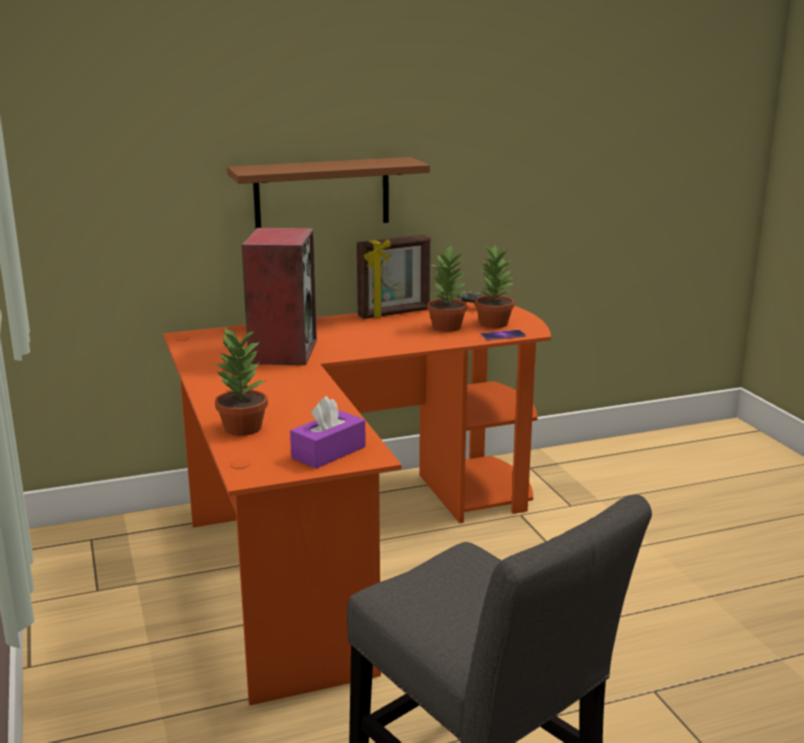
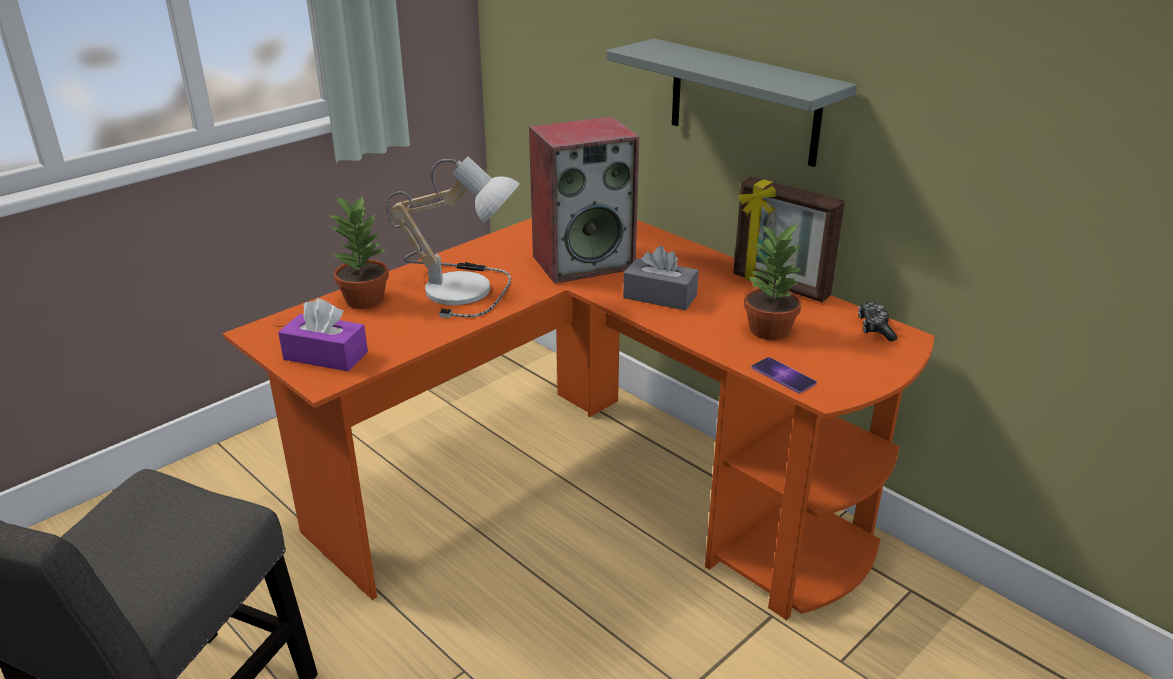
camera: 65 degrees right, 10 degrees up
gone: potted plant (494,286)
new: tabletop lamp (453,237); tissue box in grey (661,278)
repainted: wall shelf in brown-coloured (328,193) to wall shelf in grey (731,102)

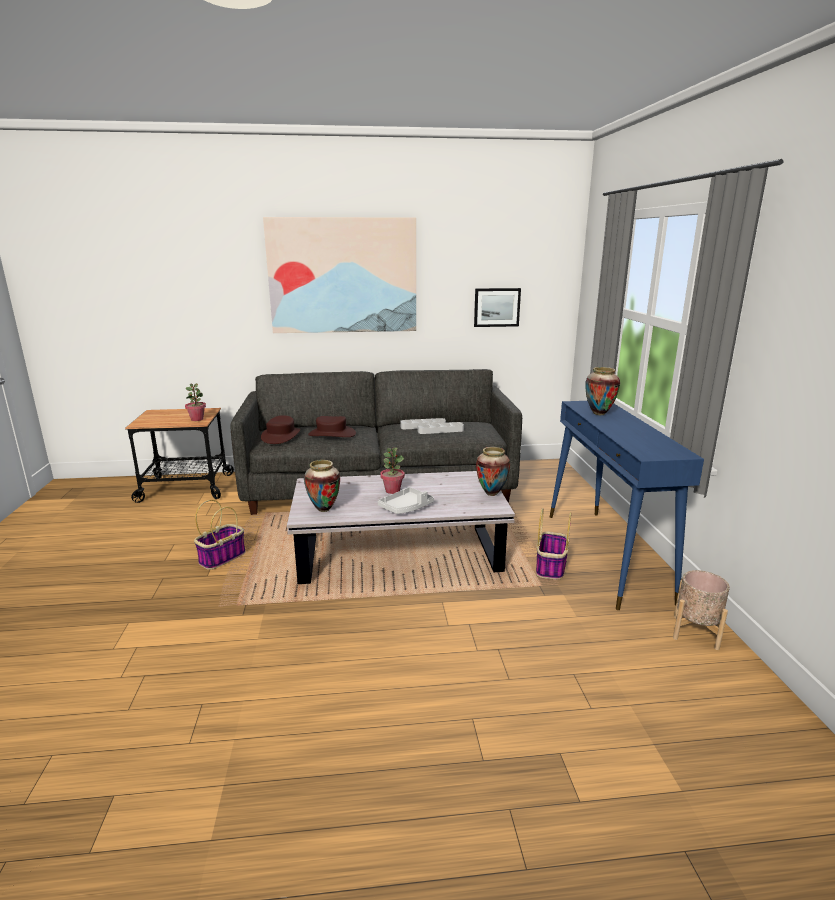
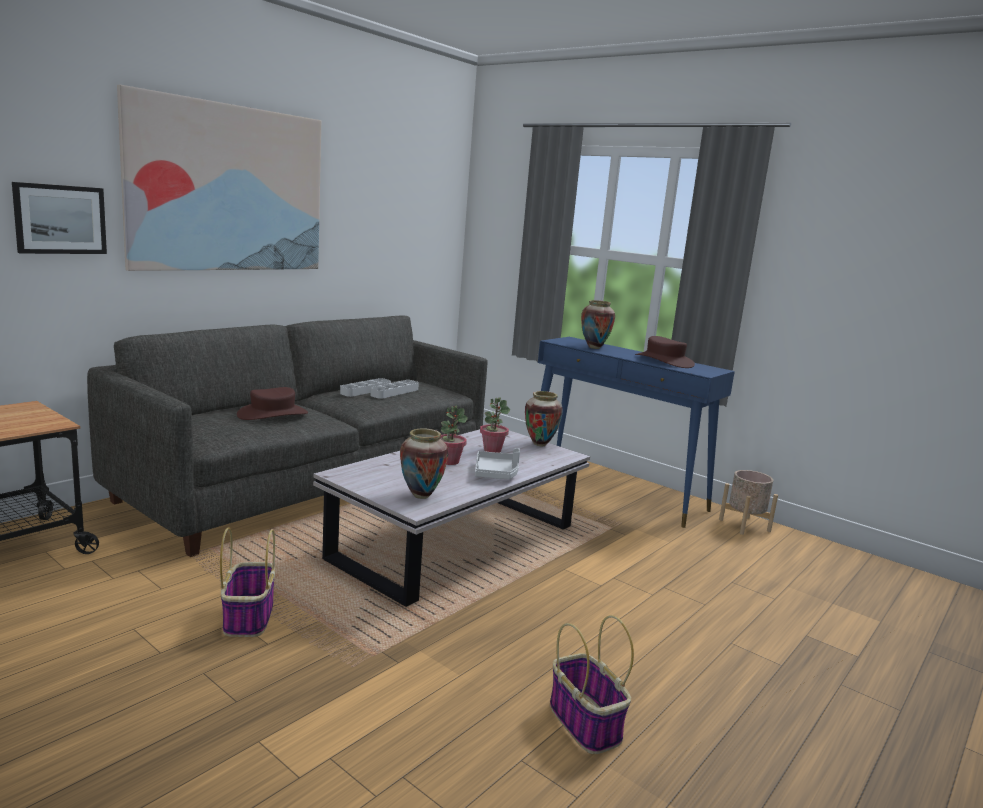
camera: 45 degrees left, 5 degrees down
shifted: wall picture (497,307) to (59,218); potted plant (195,402) to (495,425); clothing hat in brown-coloured (280,429) to (665,352); basket (553,544) to (592,684)

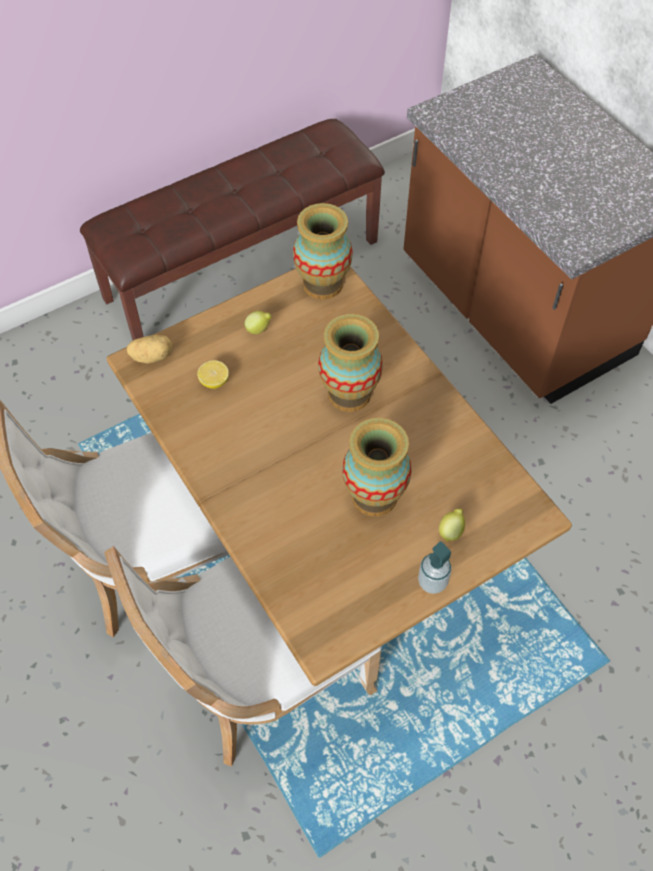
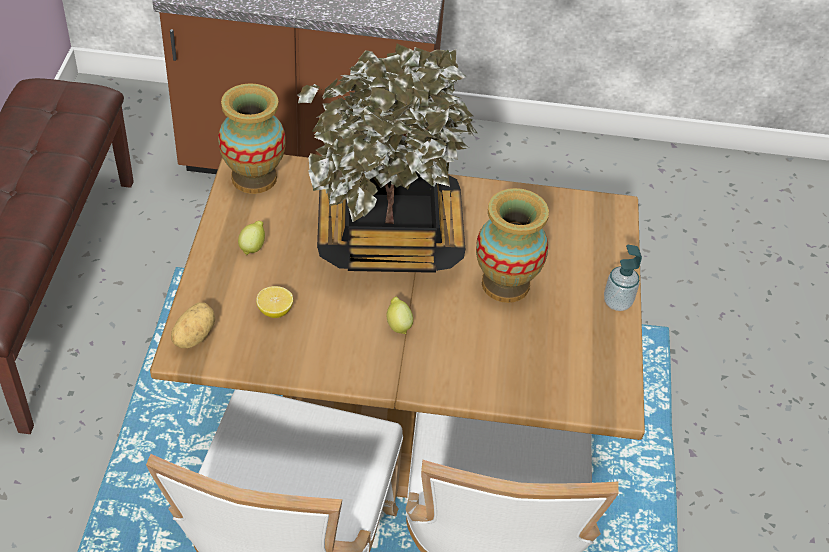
camera: 55 degrees left, 10 degrees down
shifted: citrus fruit (452,525) to (399,315)
swapped: vase (350,363) to potted plant (387,158)

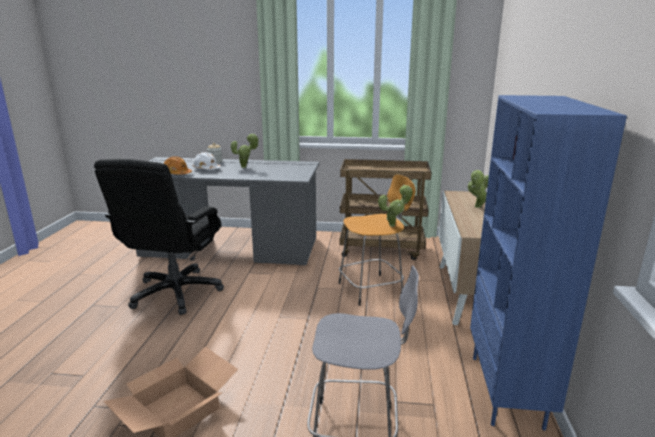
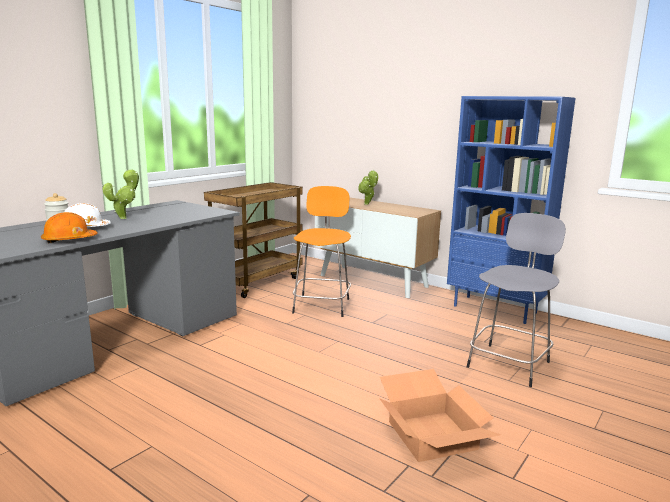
camera: 60 degrees left, 5 degrees down
gone: office chair in blackish (159,237); potted plant (395,205)

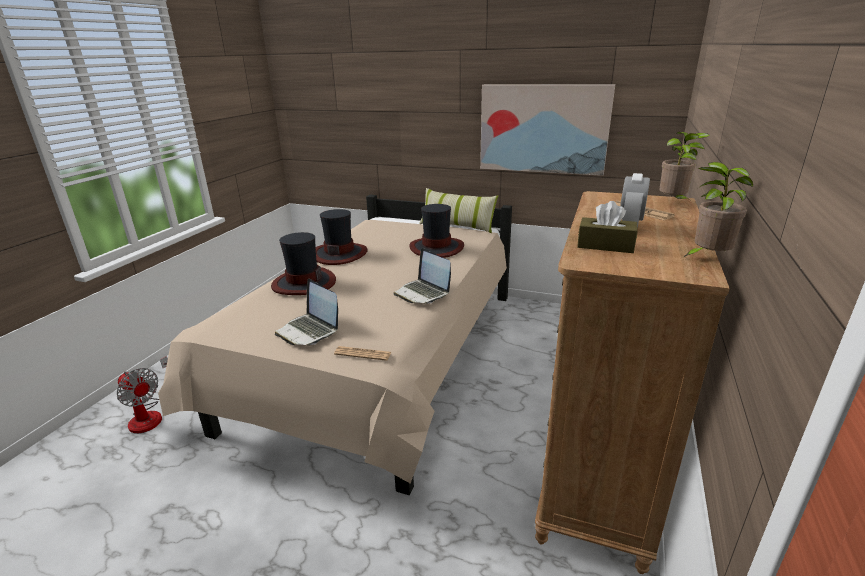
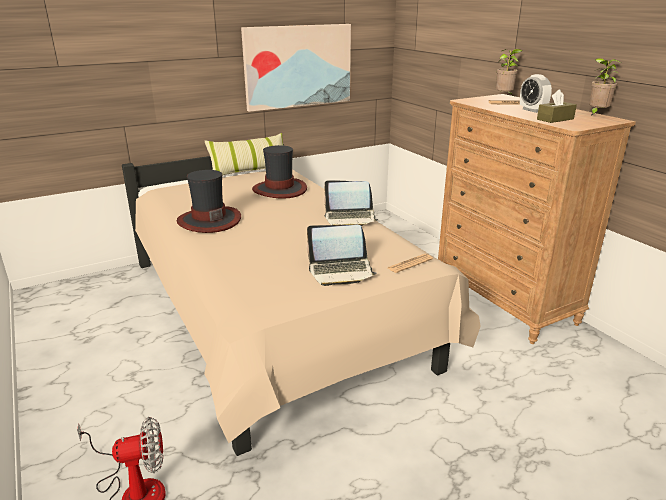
camera: 50 degrees left, 0 degrees up
gone: clothing hat (303,263)

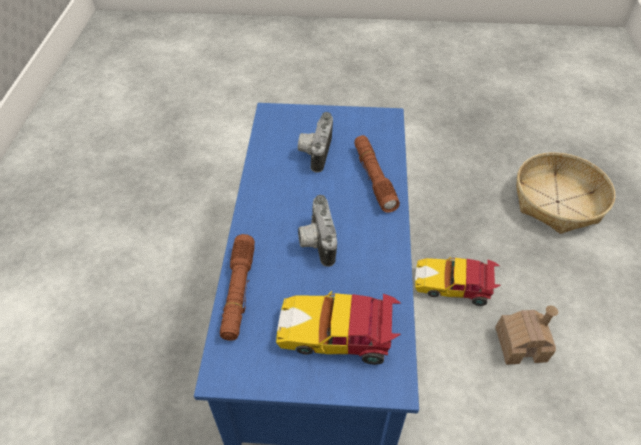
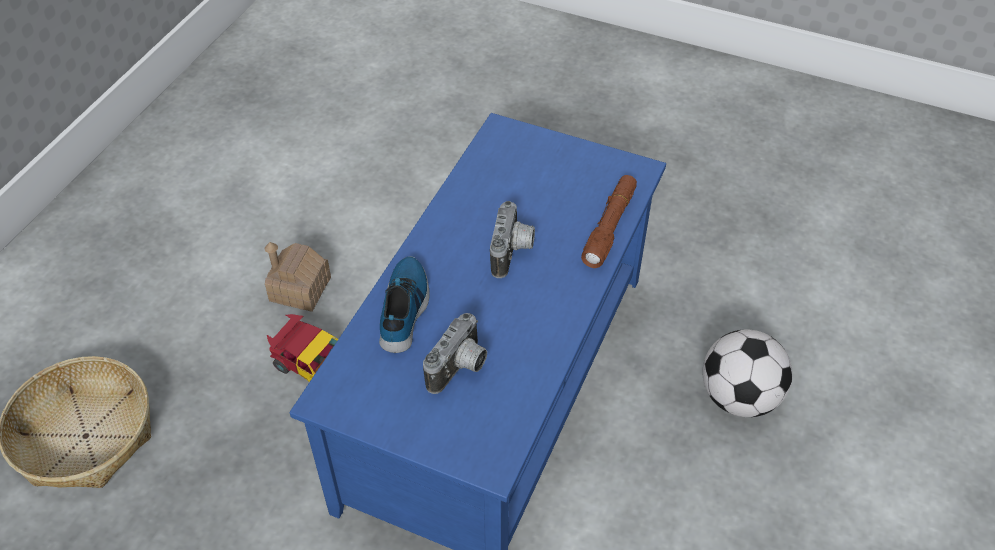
camera: 160 degrees left, 0 degrees up
gone: miniature car (339,328)
new: ball for football (748,373)
swapped: flashlight in brown-coloured (377,174) to low shoe (404,304)

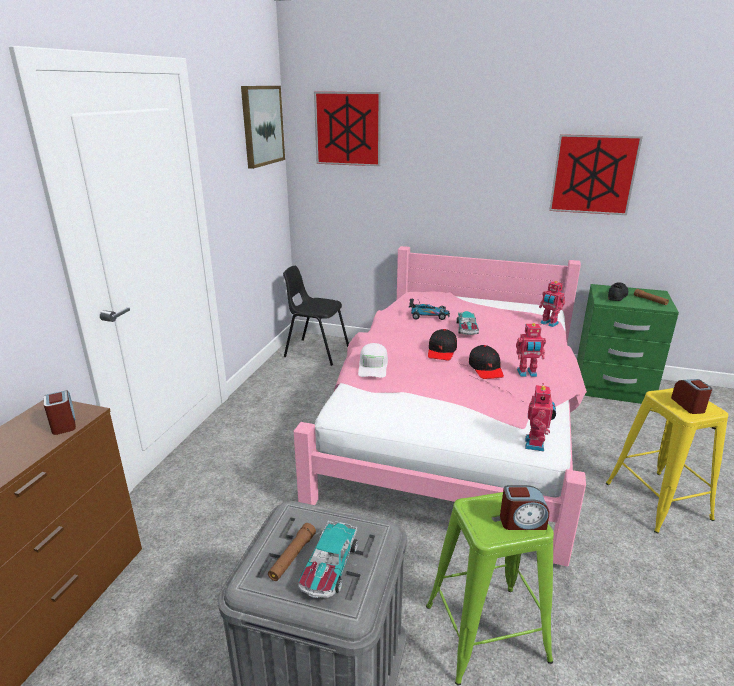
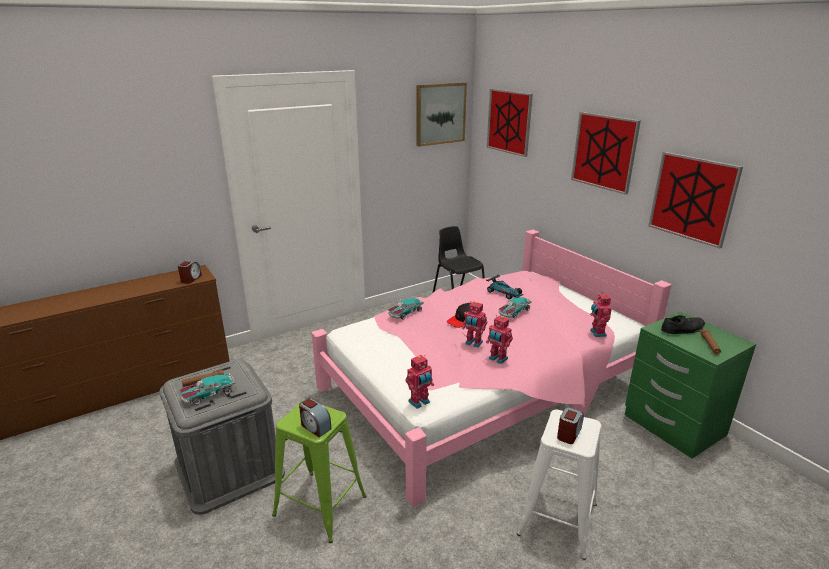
camera: 40 degrees right, 0 degrees up
new: wall picture (606,153)
swapped: peaked cap in whitish (373,360) to miniature car (406,308); peaked cap in blackish (486,362) to toy robot (474,325)
repainted: sitting stool in yellow (667,461) to sitting stool in whitish (559,485)

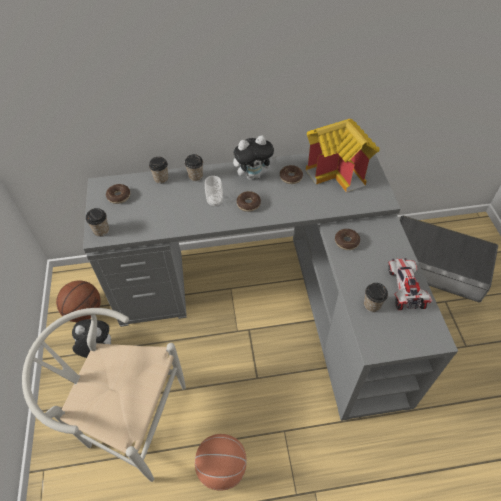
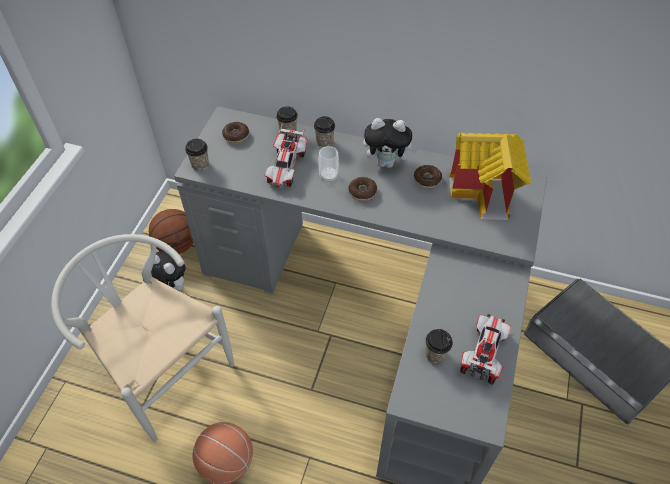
camera: 25 degrees right, 0 degrees up
gone: doughnut (347,239)
new: miniature car (286,155)

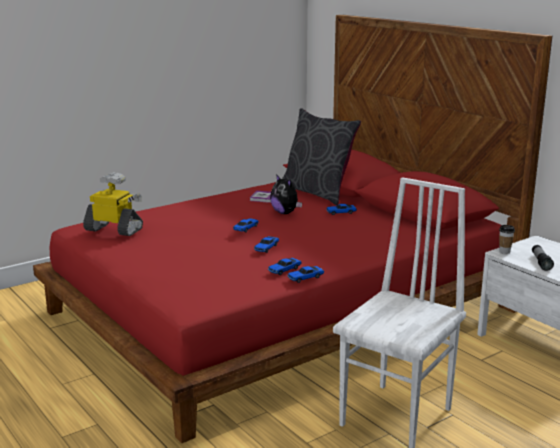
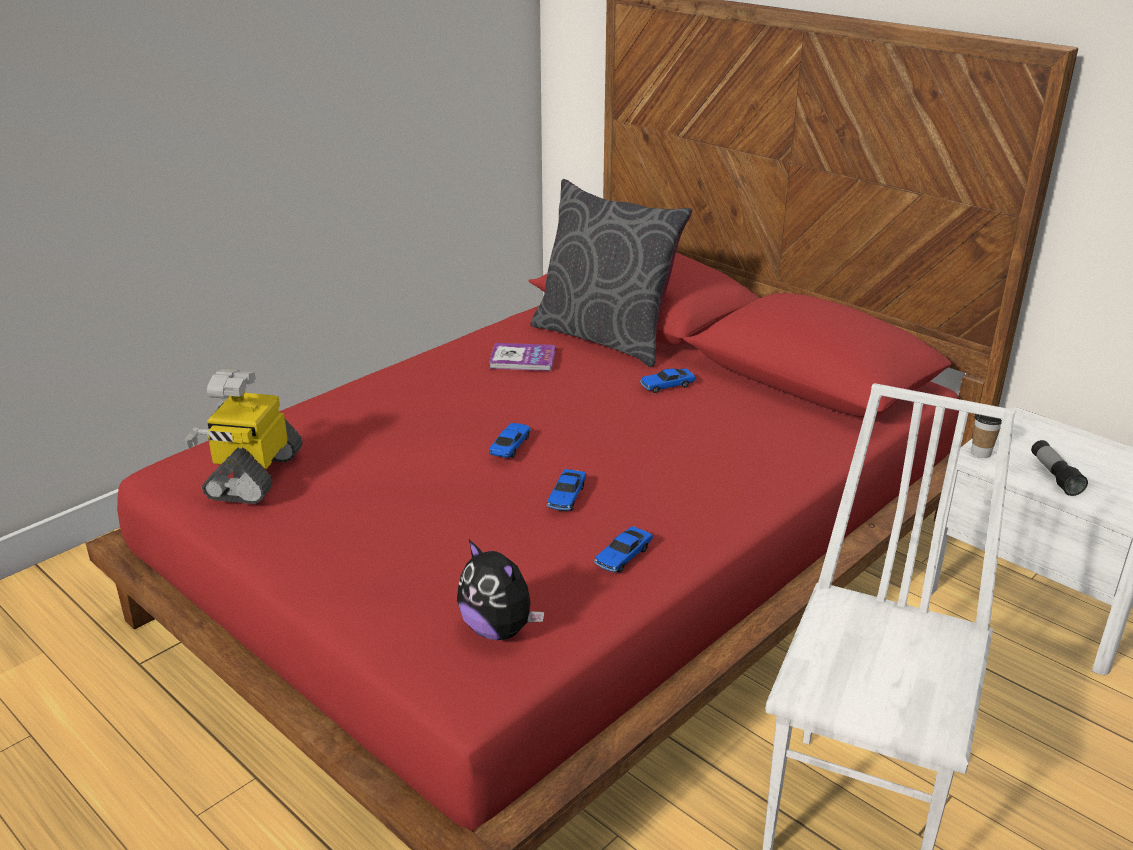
camera: 10 degrees left, 10 degrees up
gone: miniature car (305,274)
shifted: cuddly toy (286,194) to (500,590)
rotated: toy robot (113,204) = (243,436) 90 degrees counterclockwise

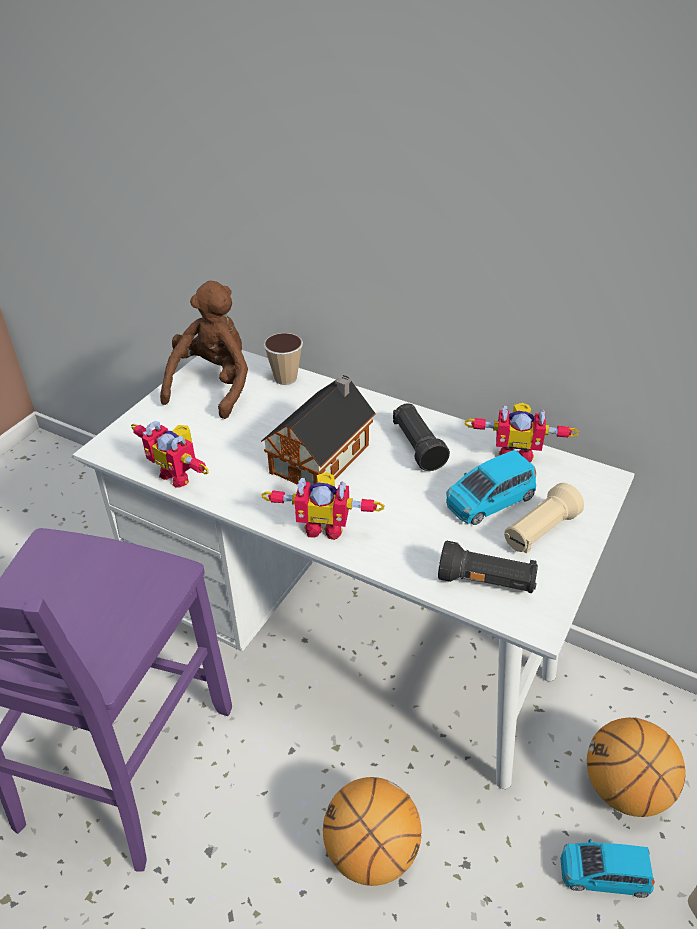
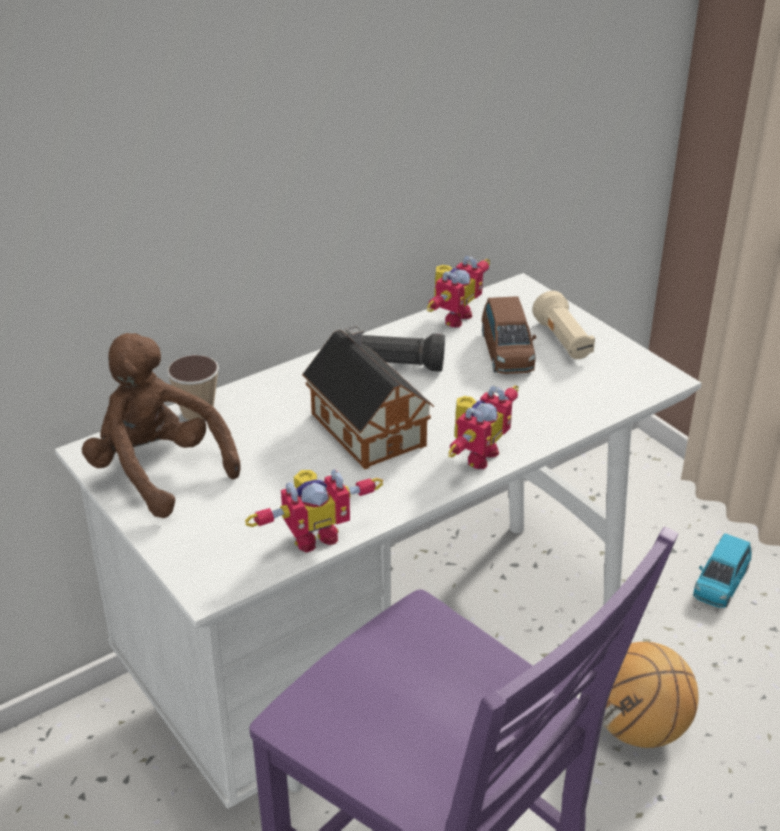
camera: 65 degrees left, 5 degrees down
gone: flashlight in blackish (488,567); basketball ball (636,767)
repainted: miniature car in blue-coloured (491,487) to miniature car in brown-coloured (509,335)

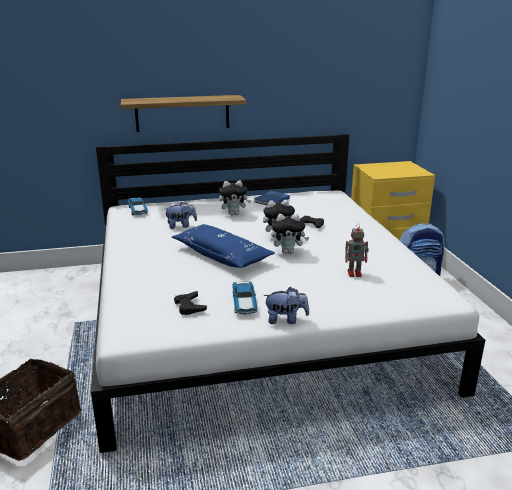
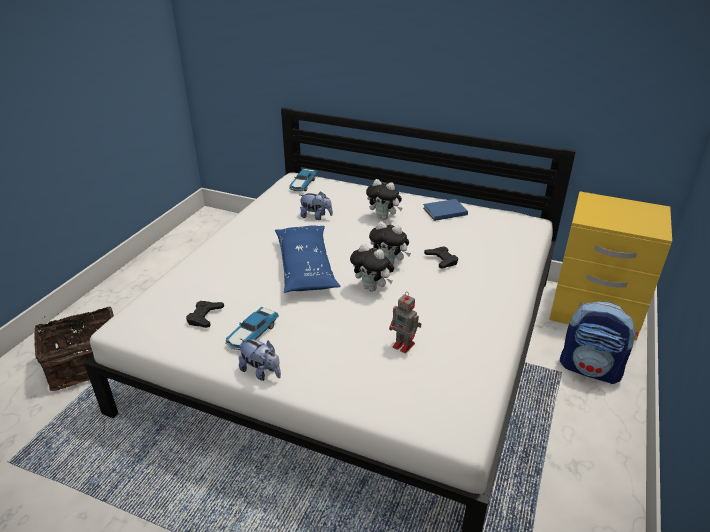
camera: 35 degrees right, 10 degrees up
gone: wall shelf (183,113)

